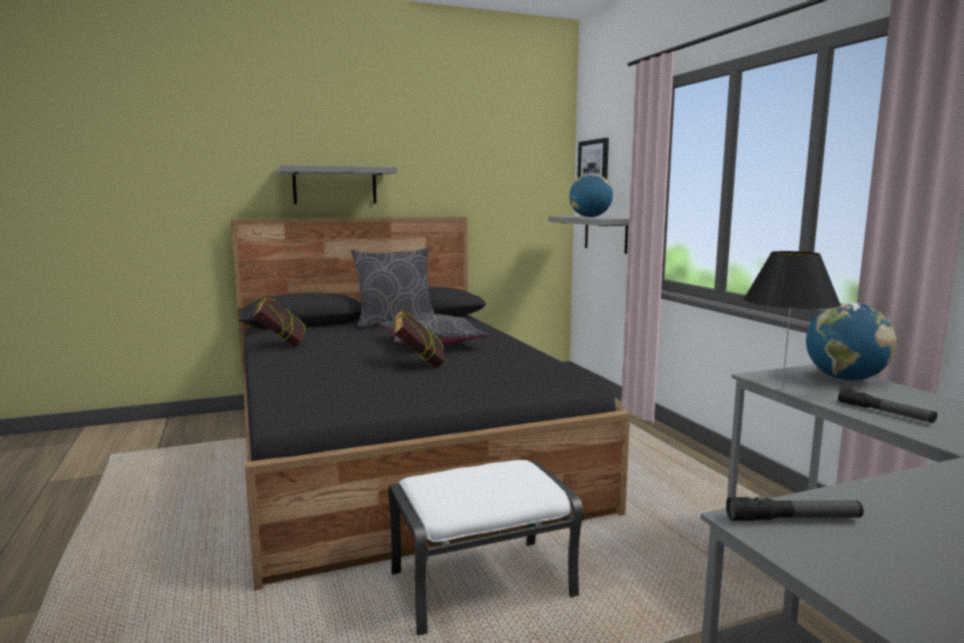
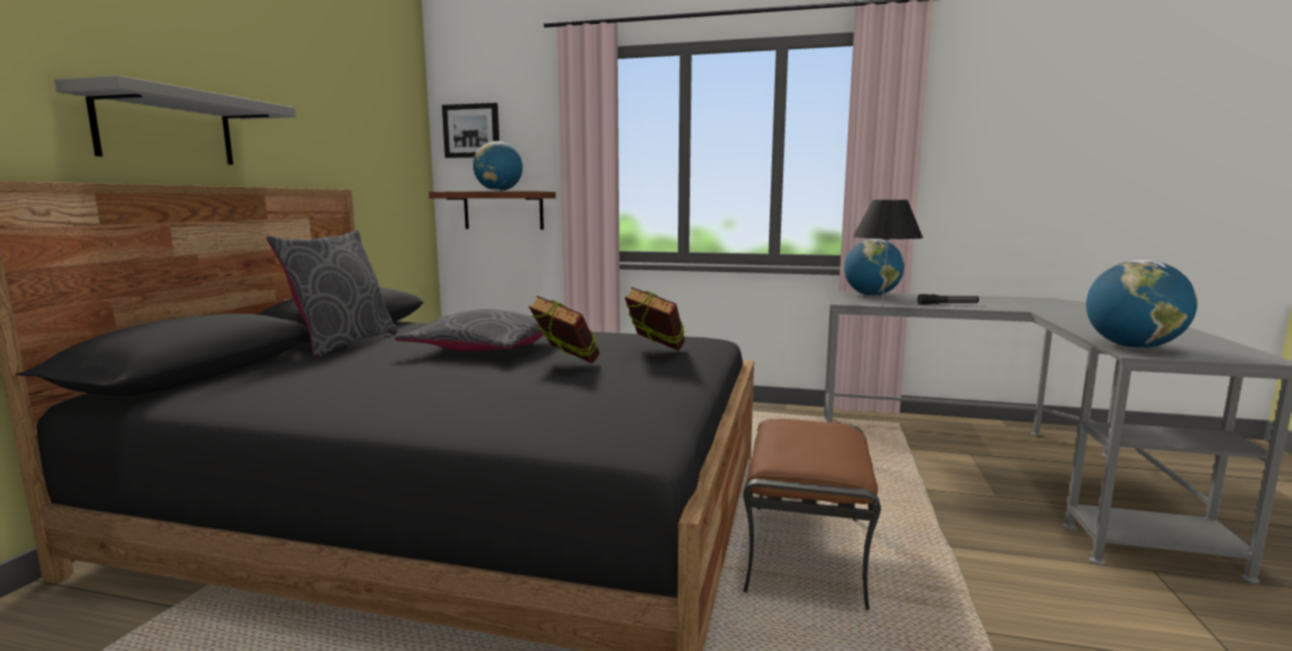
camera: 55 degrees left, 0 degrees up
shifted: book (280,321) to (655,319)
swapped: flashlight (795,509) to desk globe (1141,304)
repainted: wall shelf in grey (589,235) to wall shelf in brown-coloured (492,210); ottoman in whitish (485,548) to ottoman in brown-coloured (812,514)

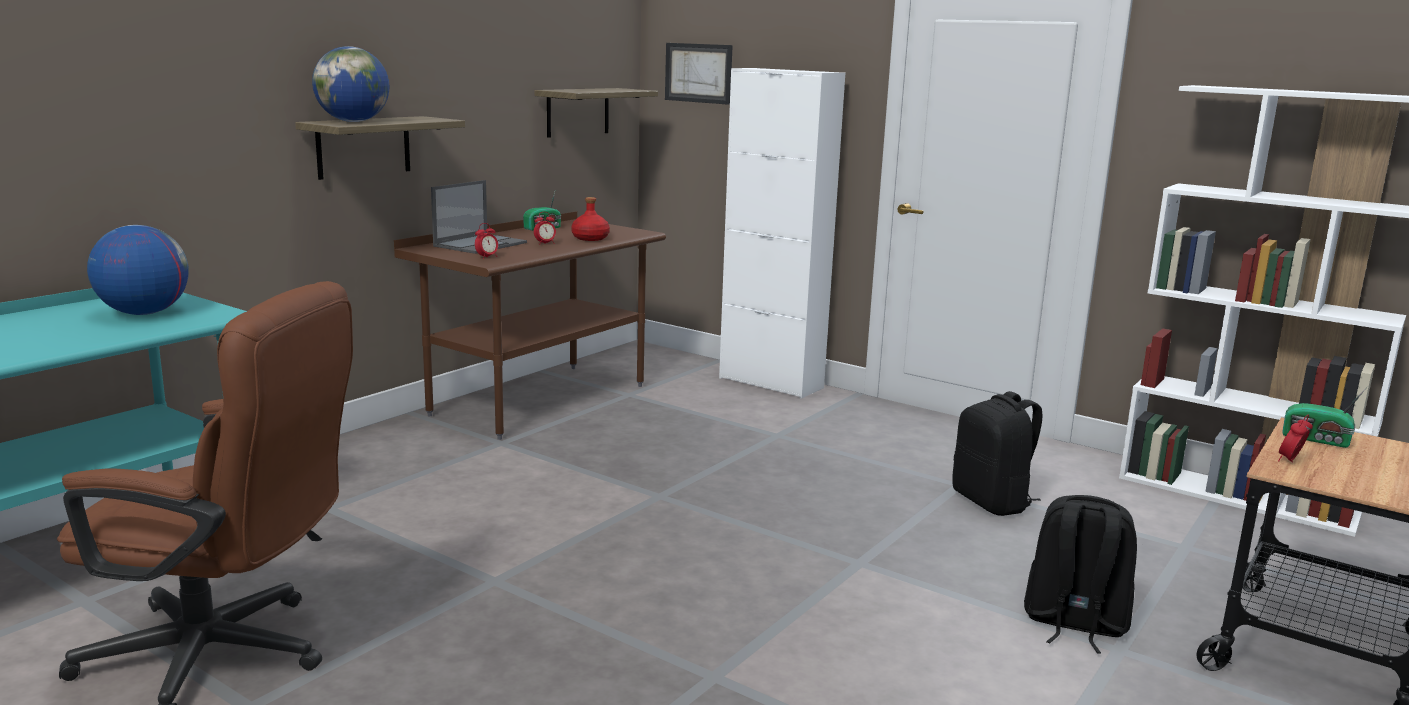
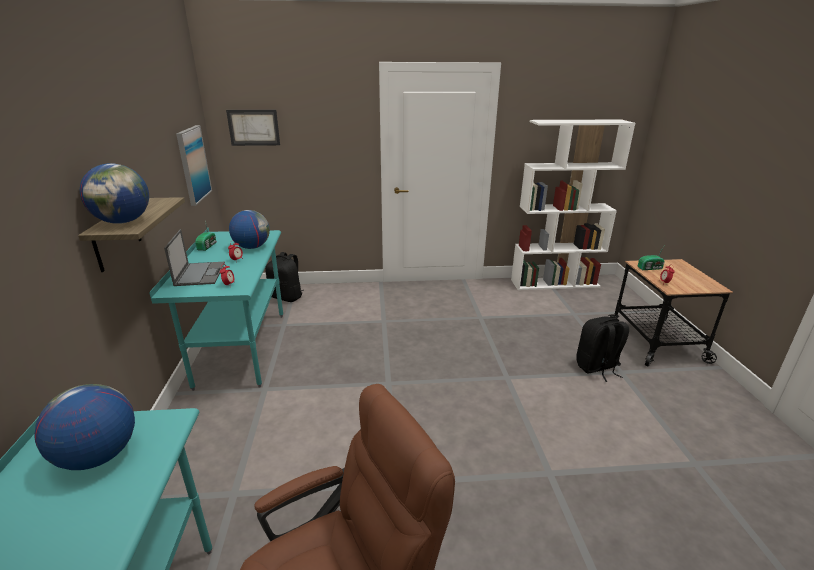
camera: 40 degrees left, 10 degrees up
gone: cabinet in whitish (782,233)
shifted: knapsack in blackish (997,453) to (284,277)
swapped: wall shelf (596,113) to wall picture (194,165); drink bottle in red-coloured (590,219) to desk globe (249,229)
repainted: desk in brown-coloured (530,325) to desk in turquoise-coloured (216,309)

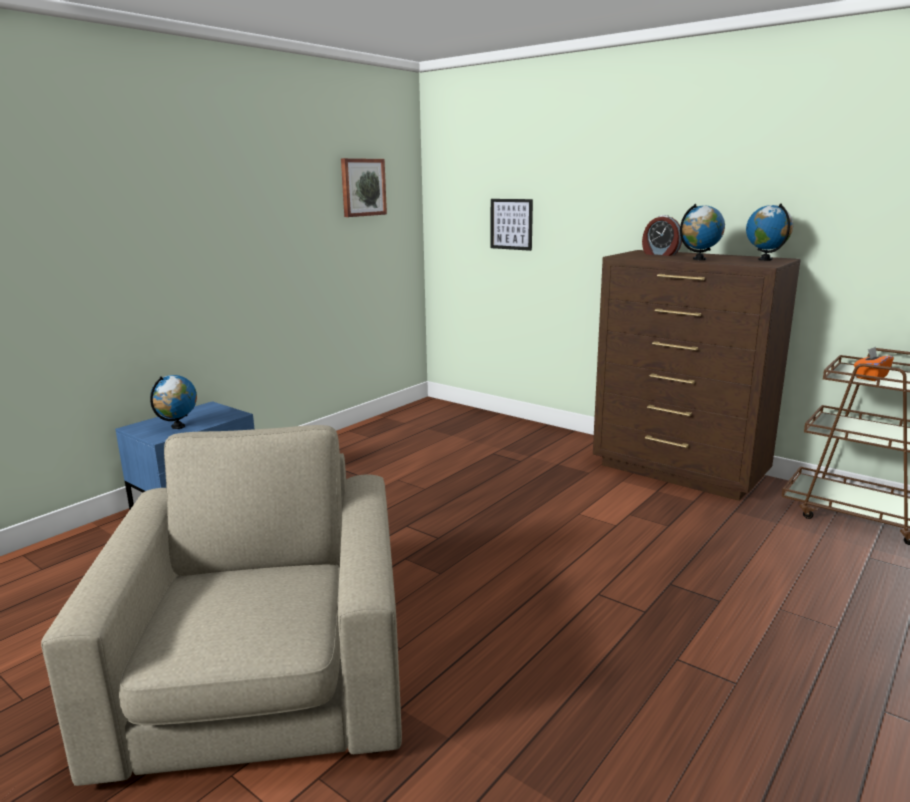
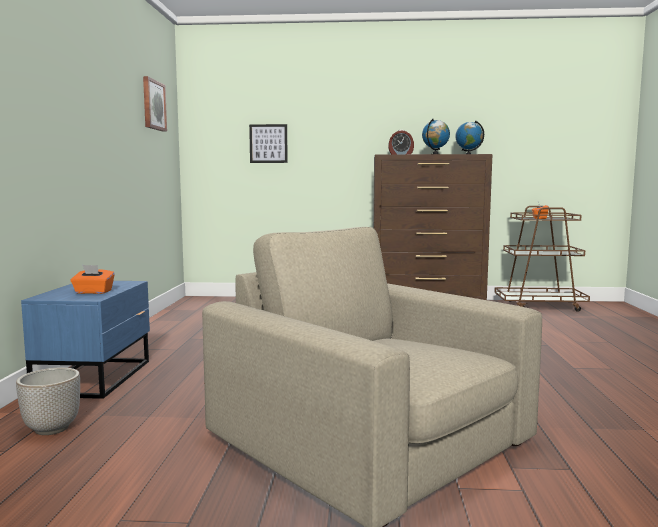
camera: 35 degrees left, 10 degrees down
new: plant pot (48,401)
swapped: desk globe (173,402) to tissue box in orangey (93,279)

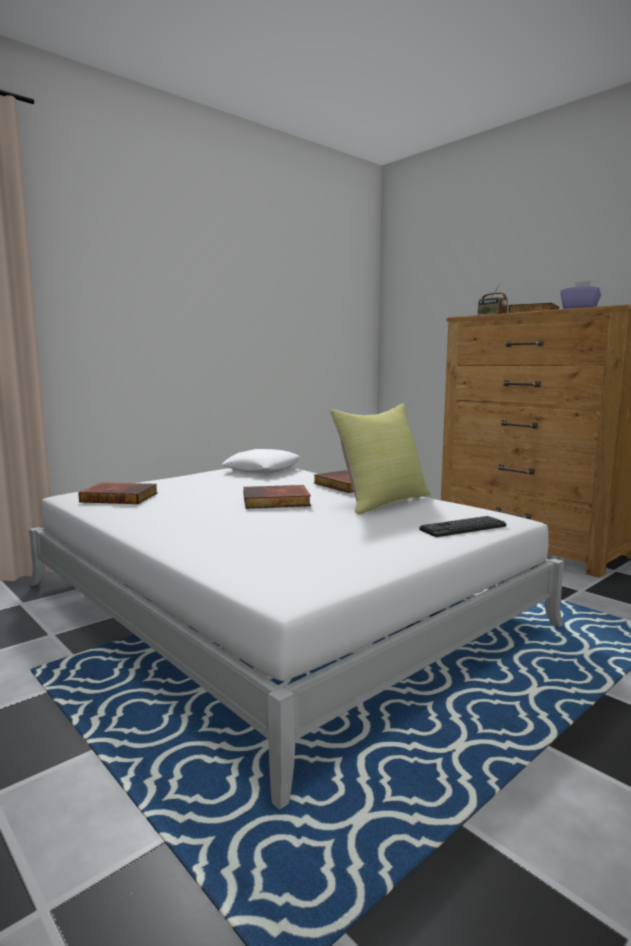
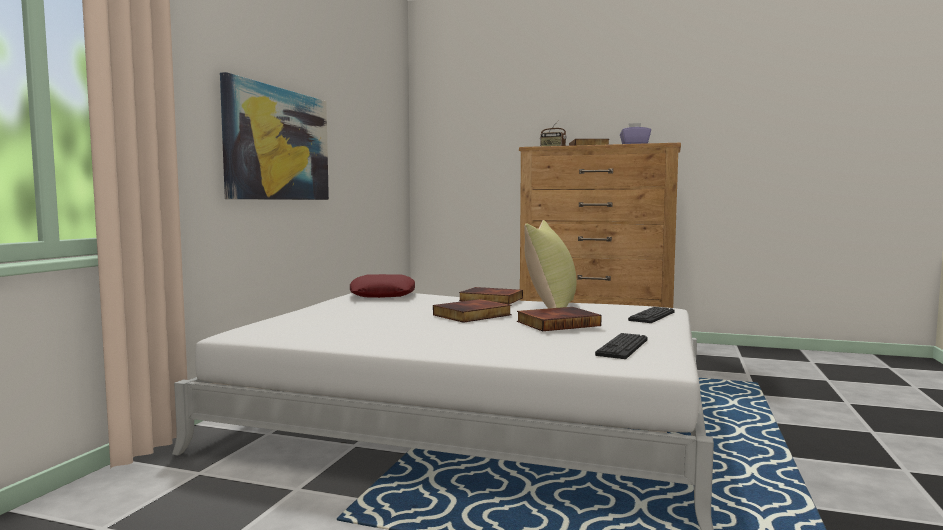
camera: 30 degrees left, 5 degrees down
new: wall picture (274,136); computer keyboard (621,346)
shifted: book (118,493) to (559,319)
repainted: throw pillow in whitish (261,461) to throw pillow in red-coloured (382,286)

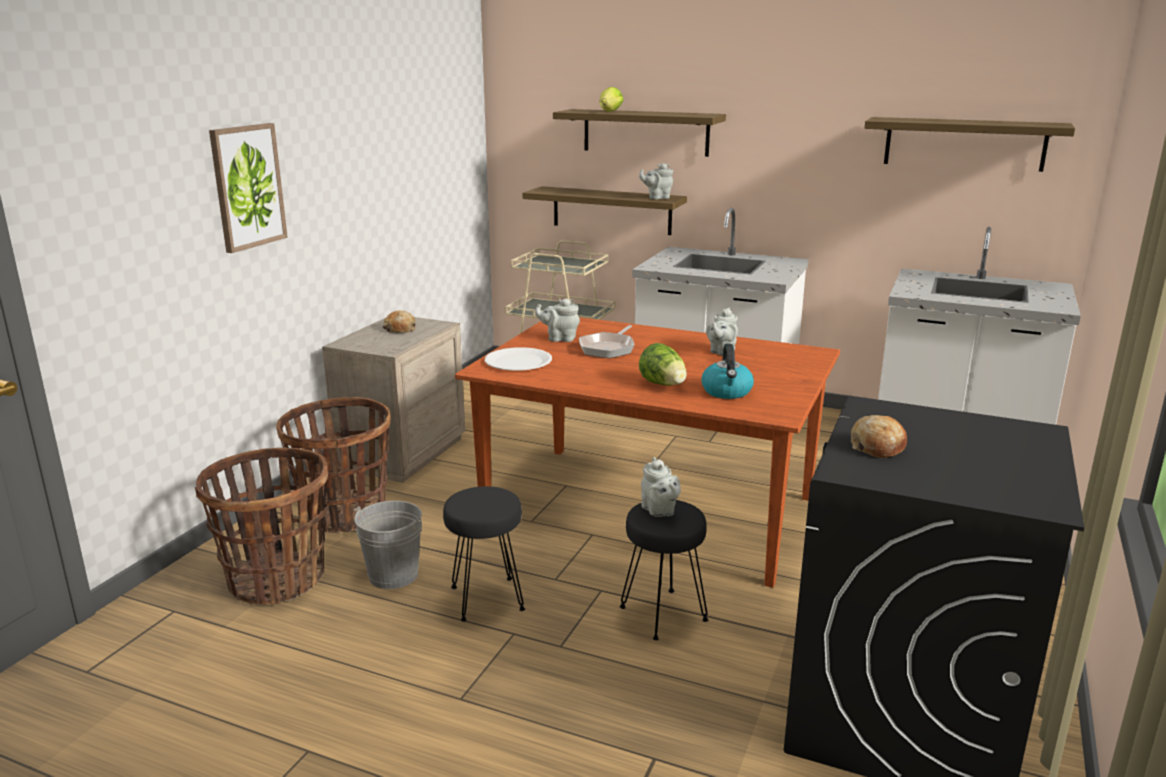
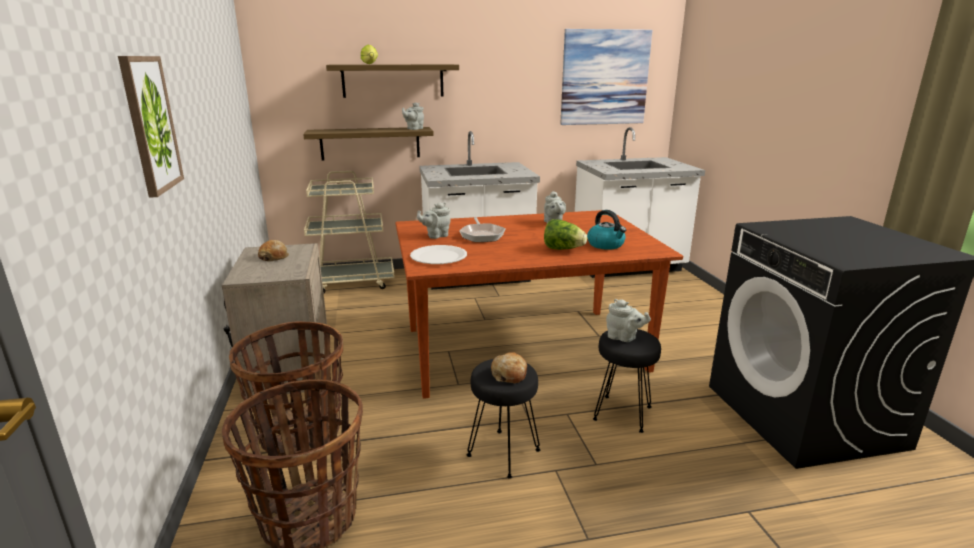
camera: 35 degrees left, 0 degrees up
gone: water bucket in grey (387,545)
shifted: bakery bread (879,436) to (509,367)
swapped: wall shelf (969,144) to wall picture (606,77)

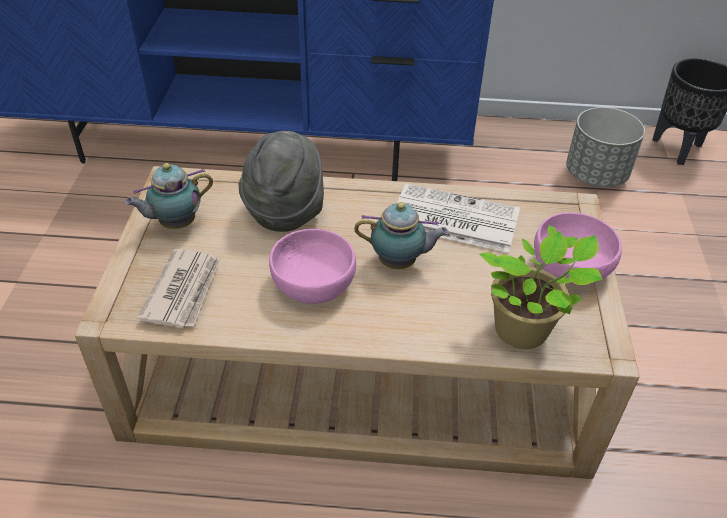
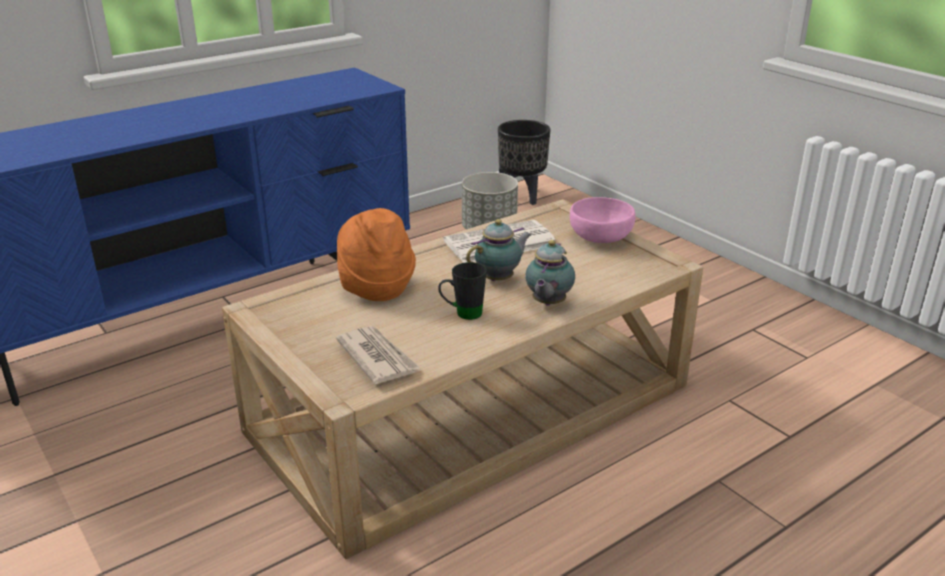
camera: 40 degrees left, 15 degrees down
gone: potted plant (540,287)
shifted: pot for tea (169,196) to (550,273)
swapped: serving bowl in pink (312,266) to mug in blackish (462,291)
repainted: clothing hat in grey (281,181) to clothing hat in orangey (376,254)

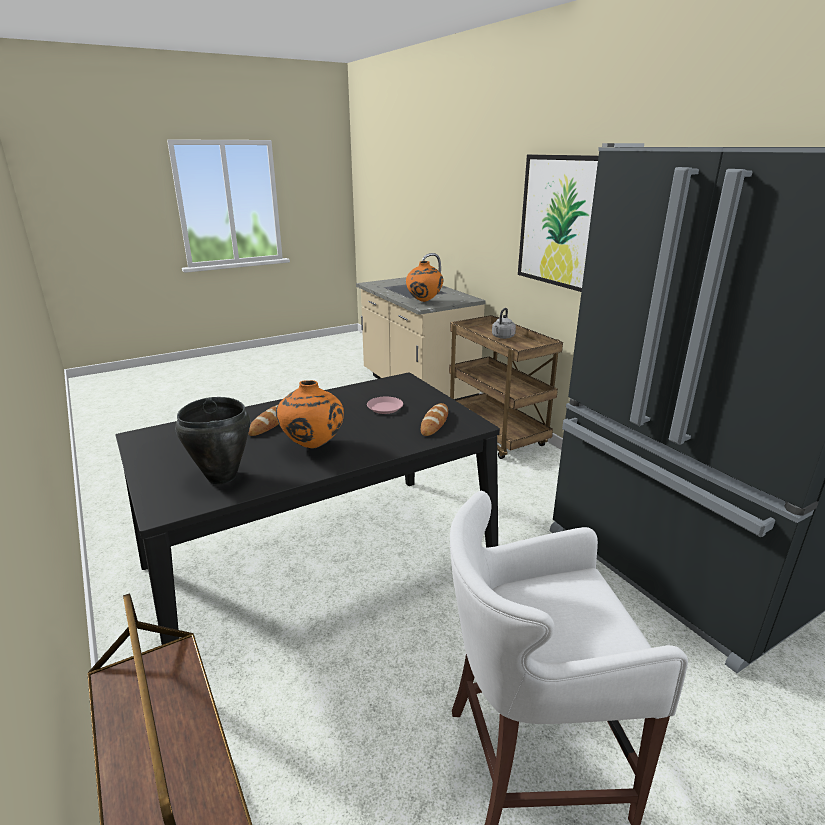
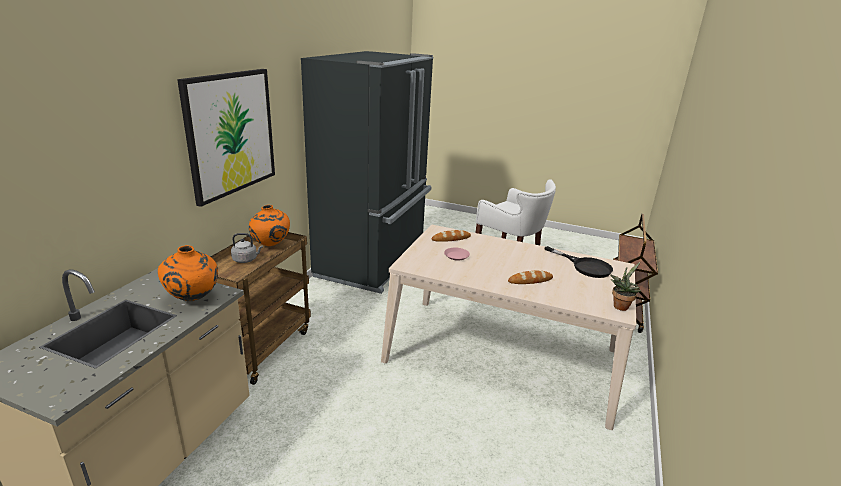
camera: 130 degrees left, 0 degrees up
new: potted plant (625,286)
shifted: vase in orangey (310,414) to (269,225)
swapped: cooking pot in blackish (212,440) to skillet in blackish (579,262)
repainted: dining table in blackish (308,509) to dining table in sand-coloured (508,327)

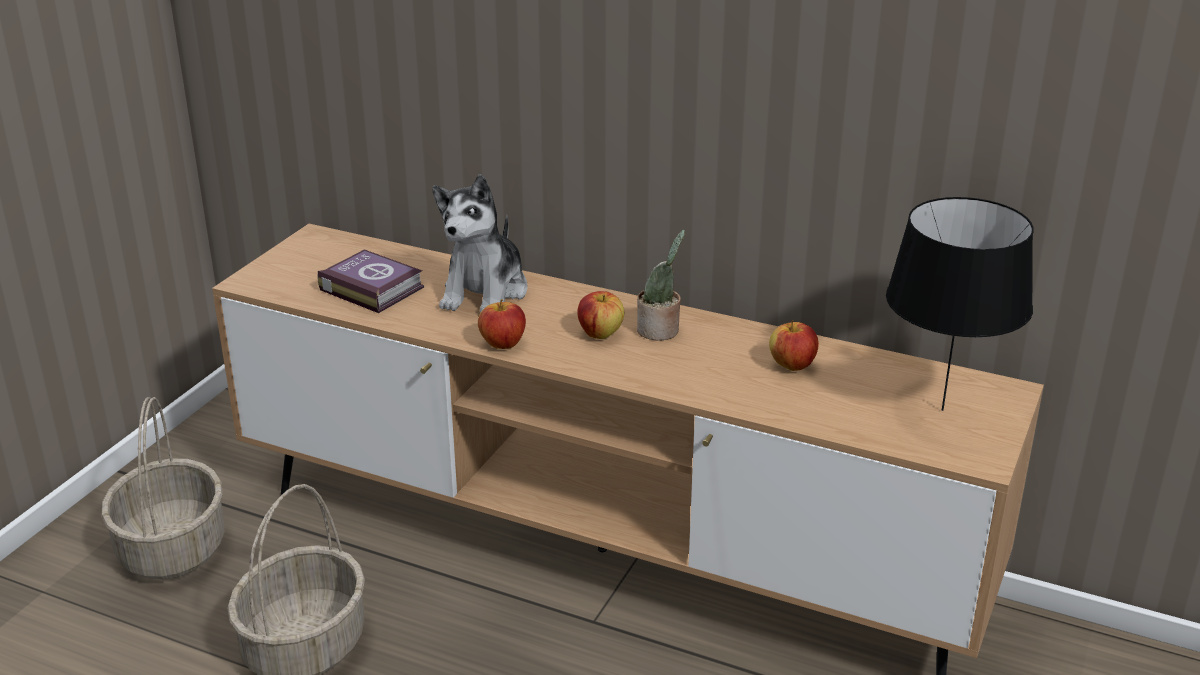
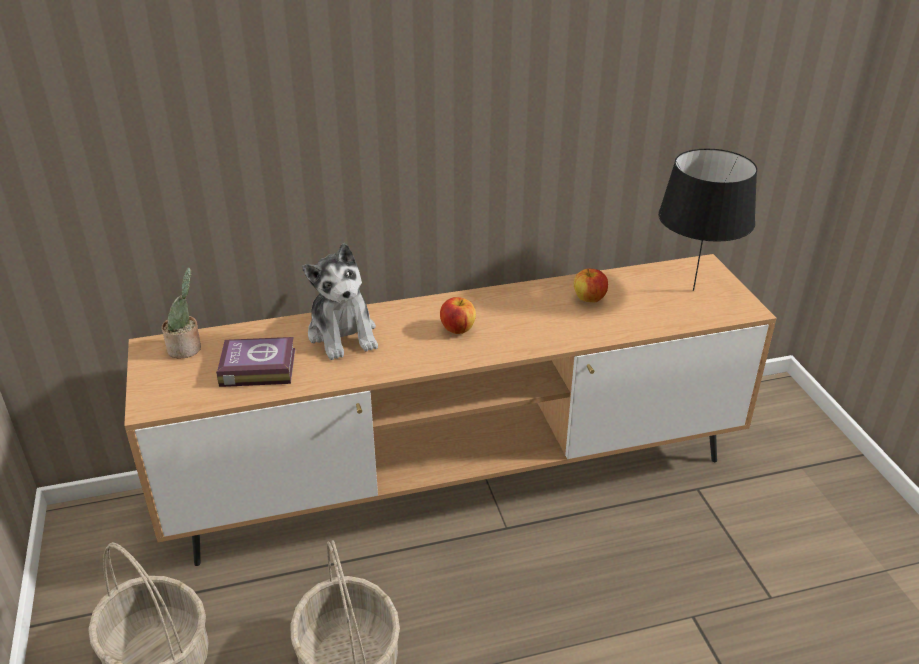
camera: 40 degrees left, 5 degrees up
gone: whole apple (502,324)
shifted: potted plant (661,285) to (181,312)

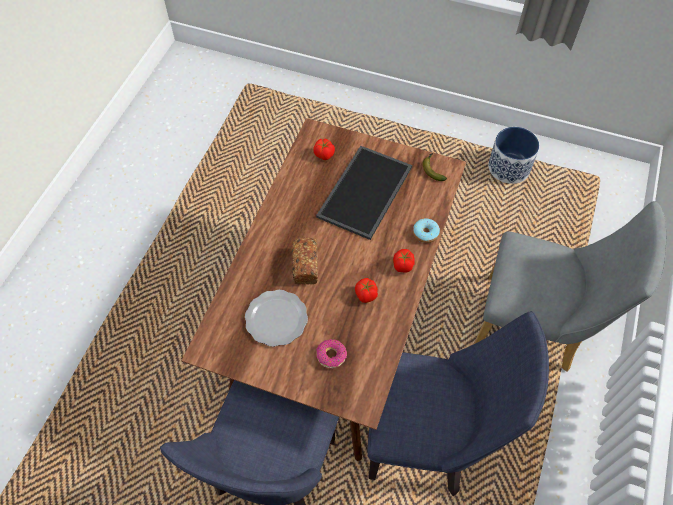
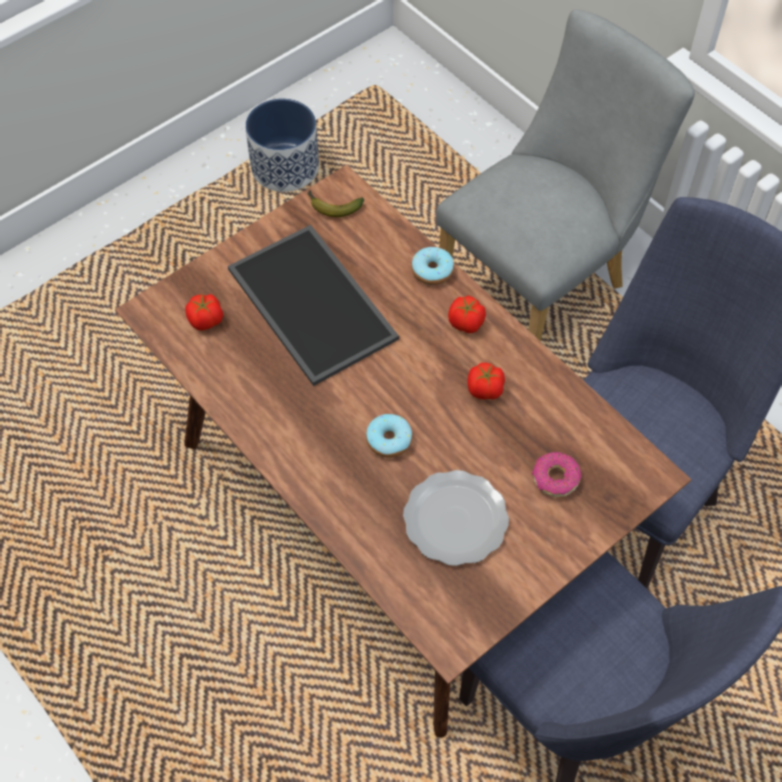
camera: 60 degrees left, 0 degrees up
swapped: bakery bread (305,260) to doughnut (389,436)

